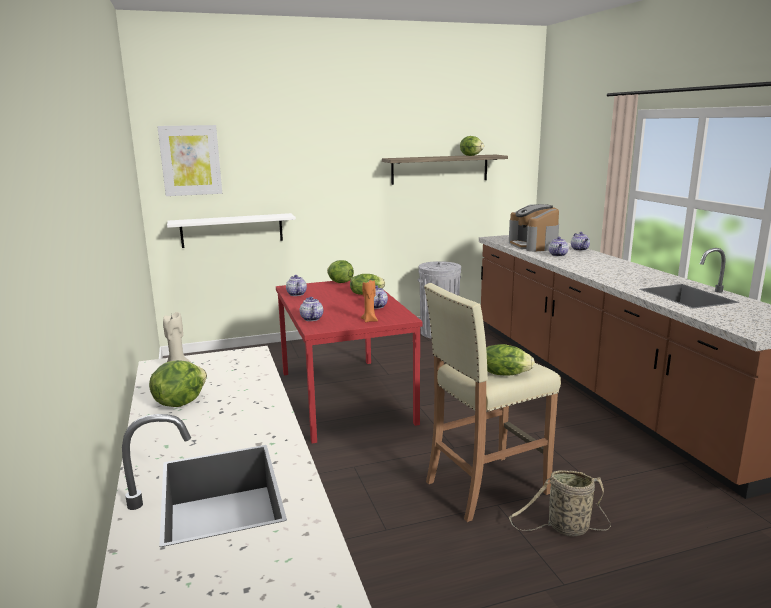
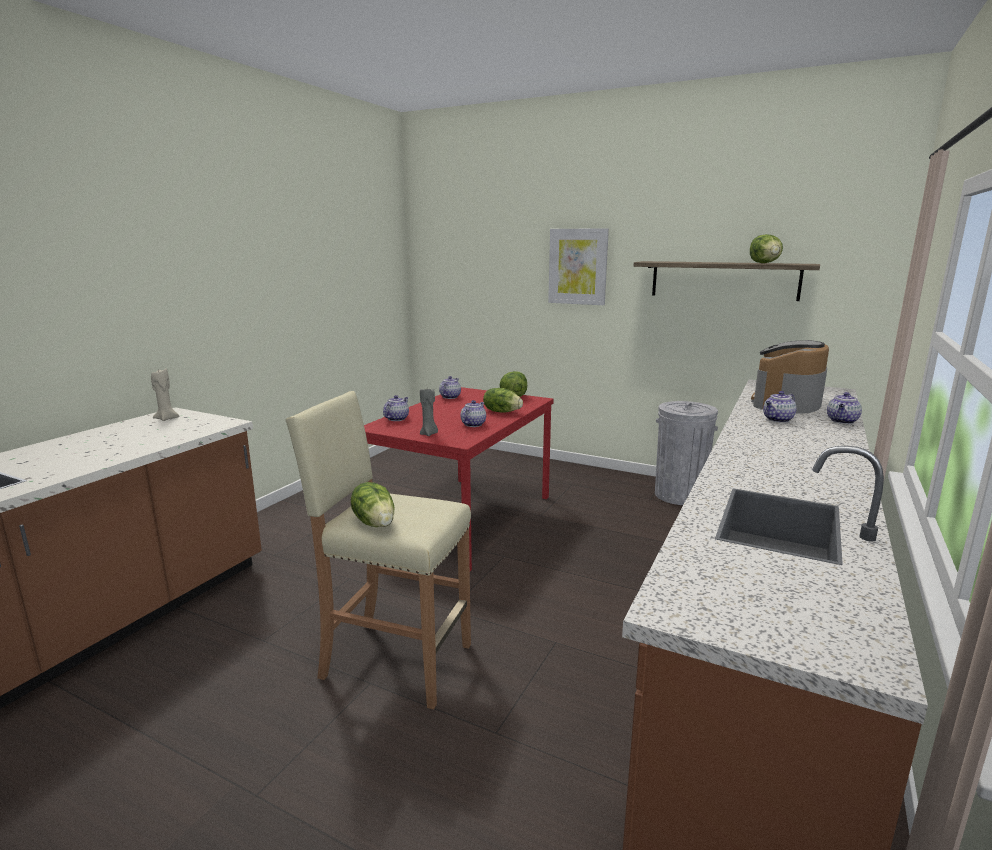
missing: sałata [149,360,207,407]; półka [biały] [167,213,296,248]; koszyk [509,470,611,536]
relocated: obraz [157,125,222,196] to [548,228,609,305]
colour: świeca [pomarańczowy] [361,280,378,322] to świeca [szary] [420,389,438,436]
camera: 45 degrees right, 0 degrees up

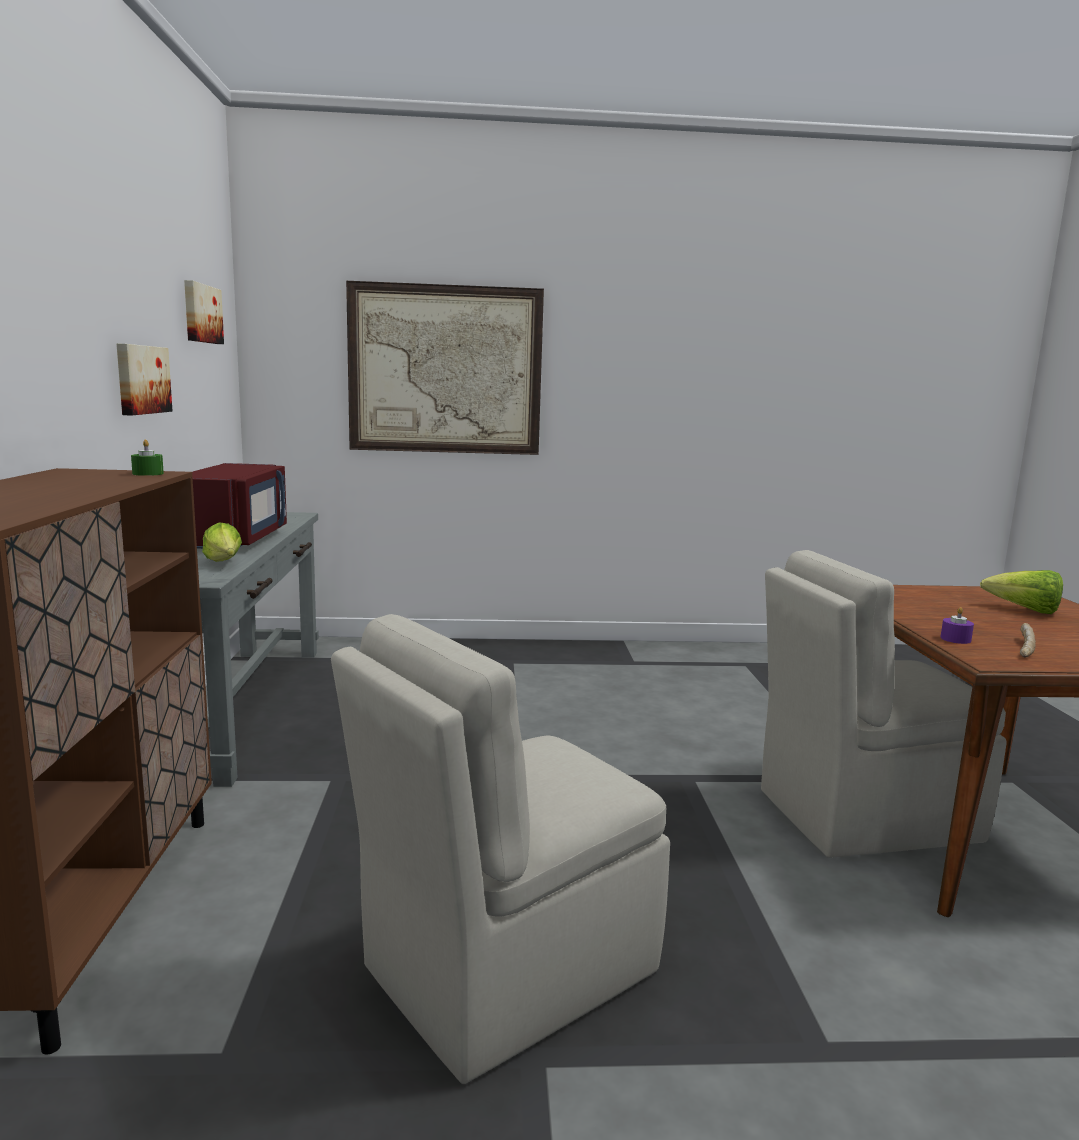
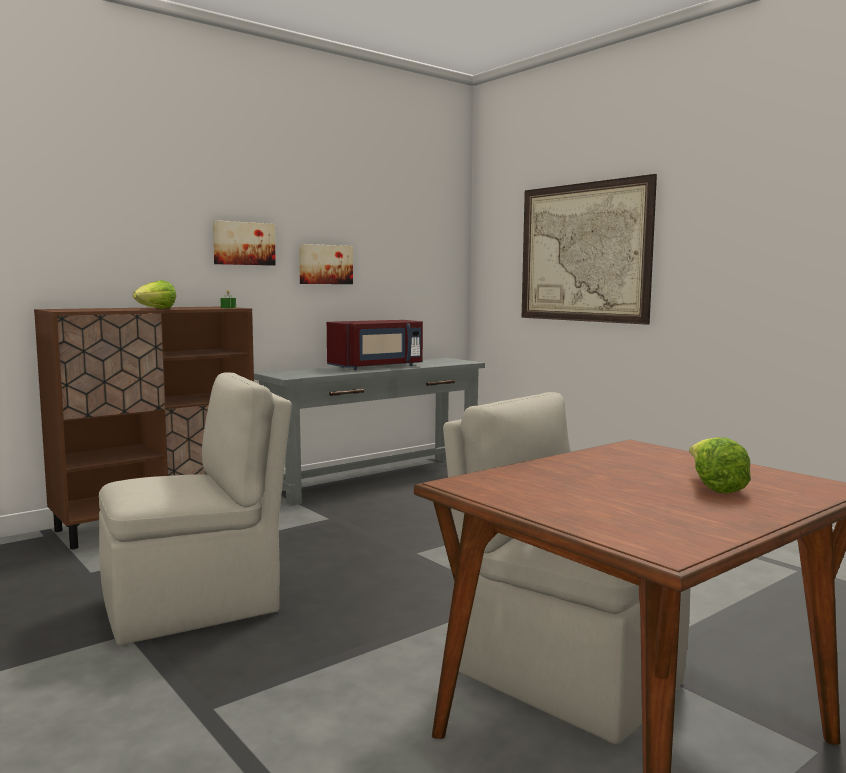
missing: świeca [fioletowy] [941,607,974,644]; chleb [1020,623,1036,658]
relocated: obraz [184,280,224,344] to [213,220,276,266]; sałata [202,522,242,562] to [133,280,176,309]
spun: krzesło [beżowy] [331,614,670,1084] = [99,372,292,646] 135 degrees clockwise
camera: 55 degrees right, 5 degrees down

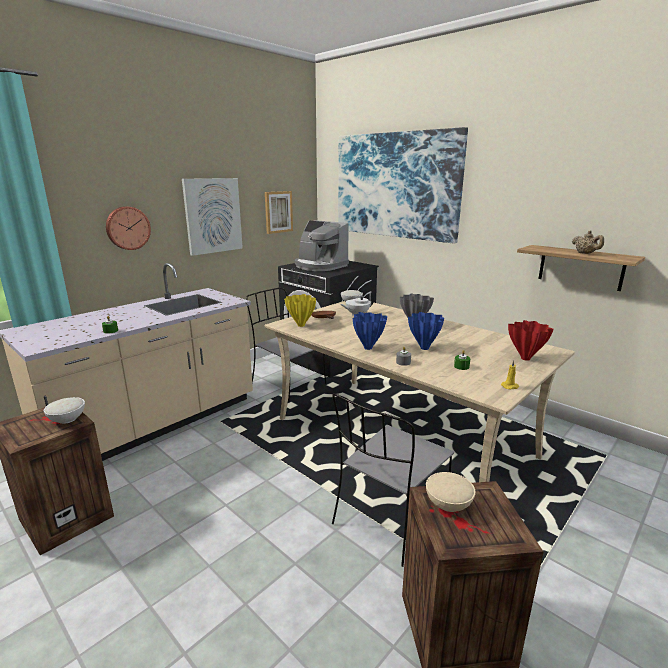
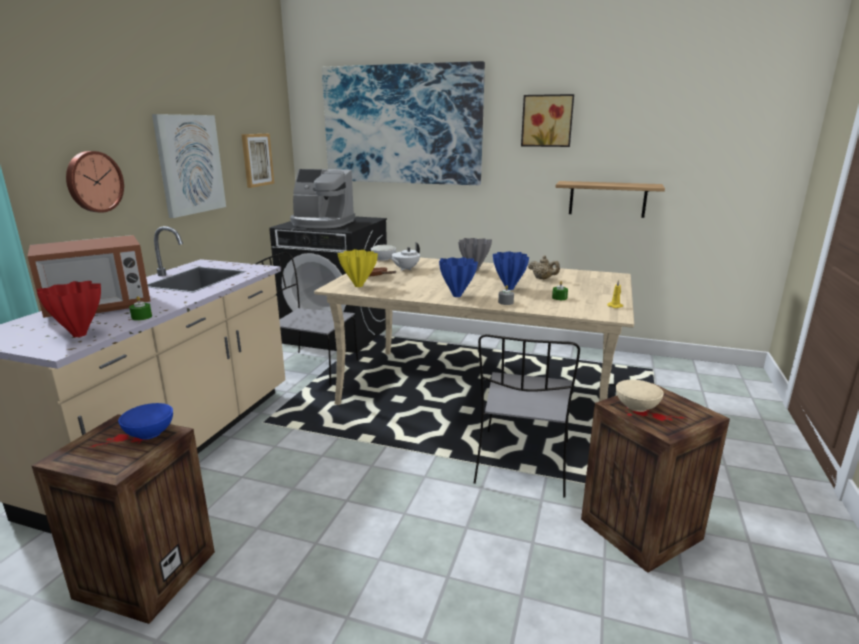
appeared: mikrofalówka [27,235,150,318]; obraz [521,94,574,147]
relocated: wazon [czerwony] [508,320,553,361] to [37,281,101,337]; imbryk [beżowy] [572,230,604,254] to [528,256,560,279]
colour: miska [biały] [44,397,85,424] to miska [niebieski] [118,403,173,439]
camera: 25 degrees left, 0 degrees up

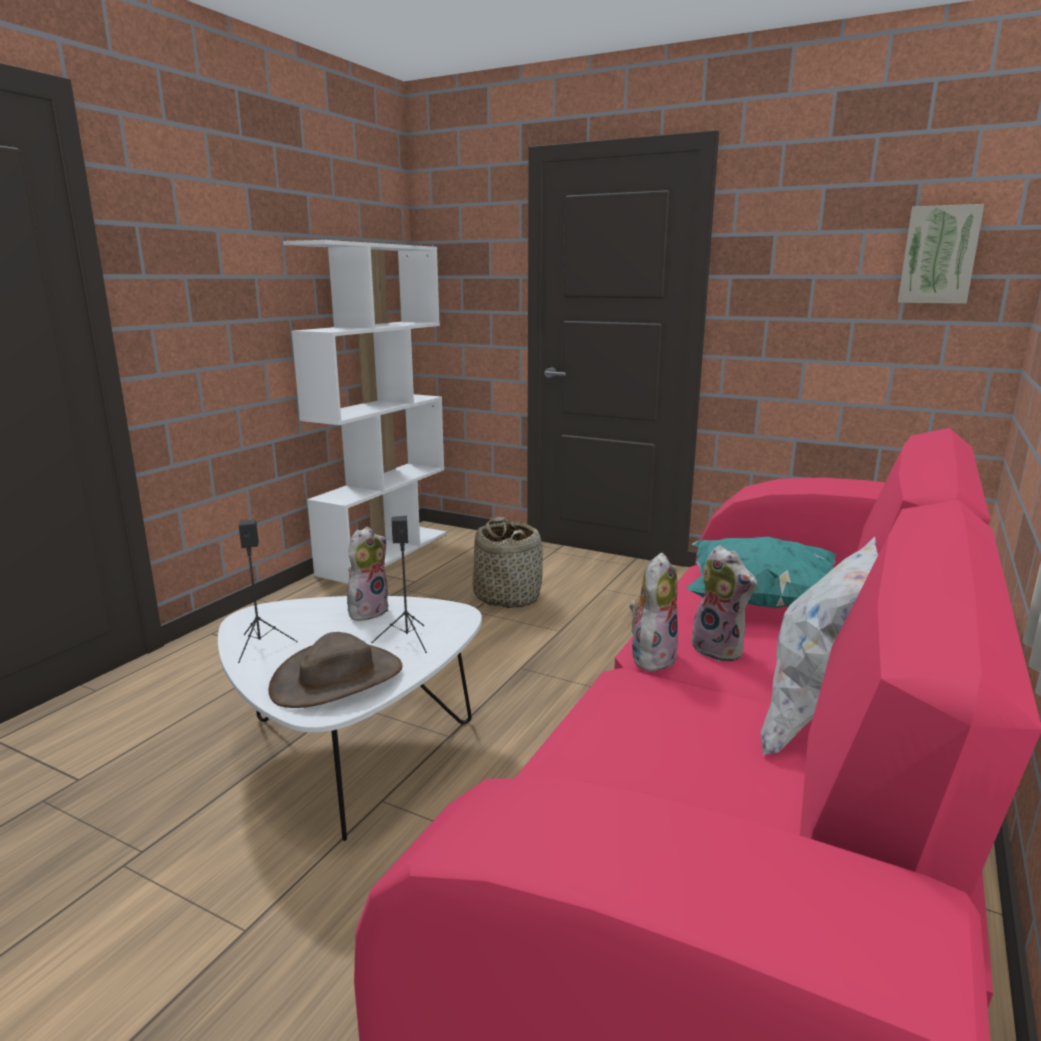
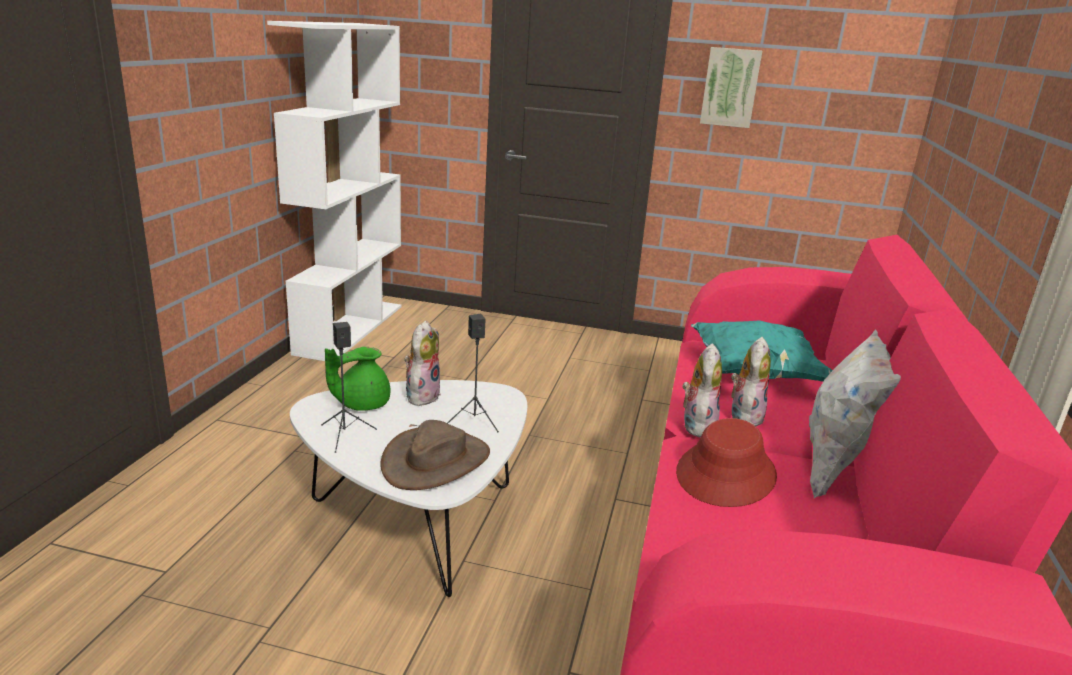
missing: koszyk [472,516,543,608]
appeared: imbryk [zielony] [325,347,390,411]; kapelusz [czerwony] [676,418,777,507]
relocated: obraz [898,204,984,304] to [700,47,762,128]
spun: pluszak [691,545,757,662] = [731,337,771,426] 105 degrees counterclockwise
camera: 15 degrees left, 5 degrees up

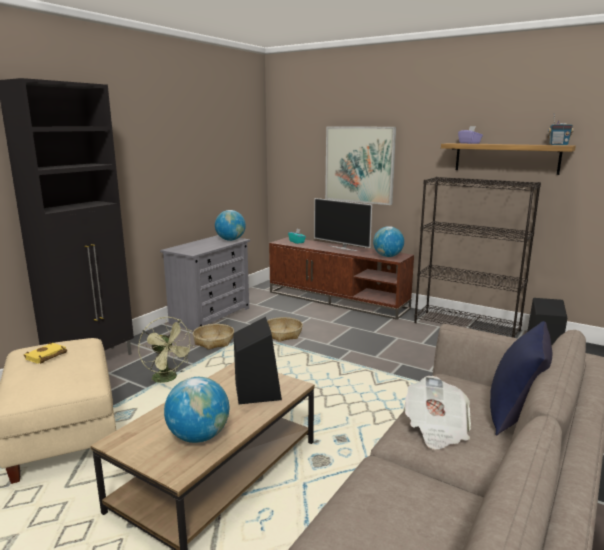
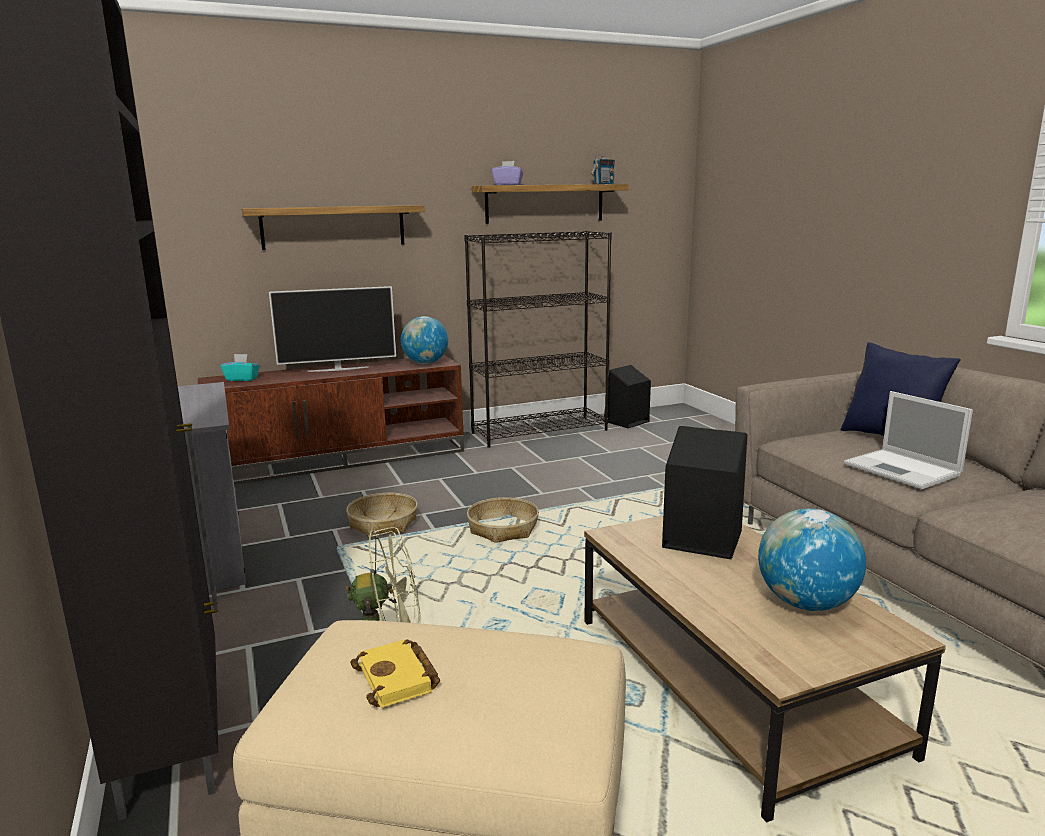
missing: globus [215,210,246,241]
relocated: koszyk [193,324,234,350] to [467,497,539,543]
exchanged: obraz [325,127,396,205] to półka [241,205,425,250]; gazeta [403,376,471,450] to laptop [844,391,973,489]
camera: 55 degrees left, 0 degrees up

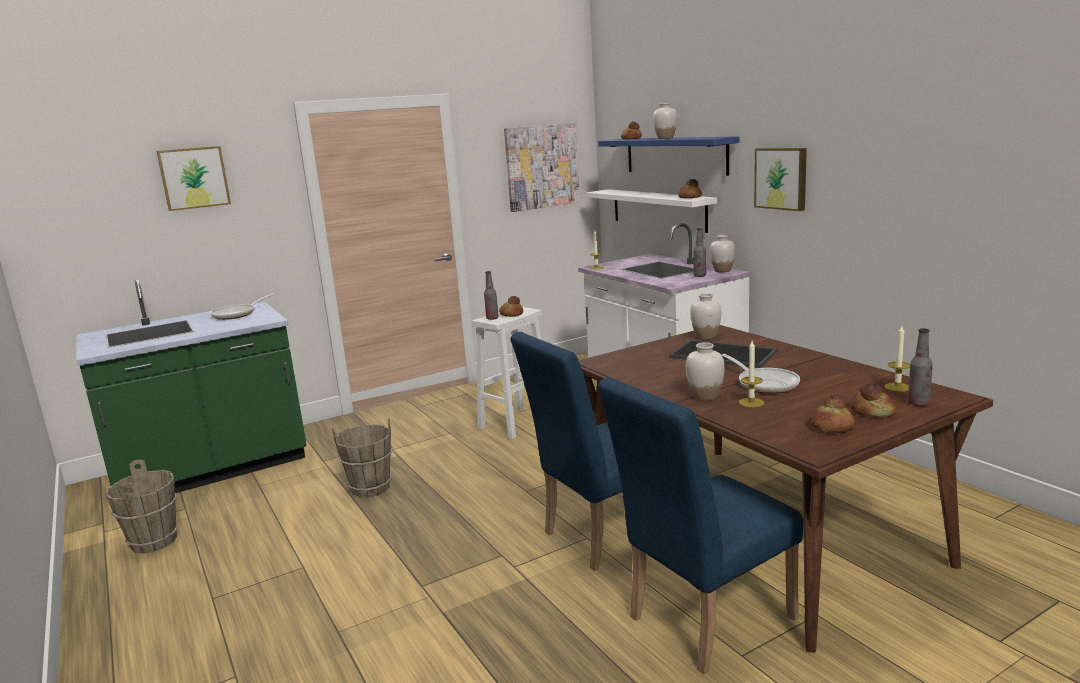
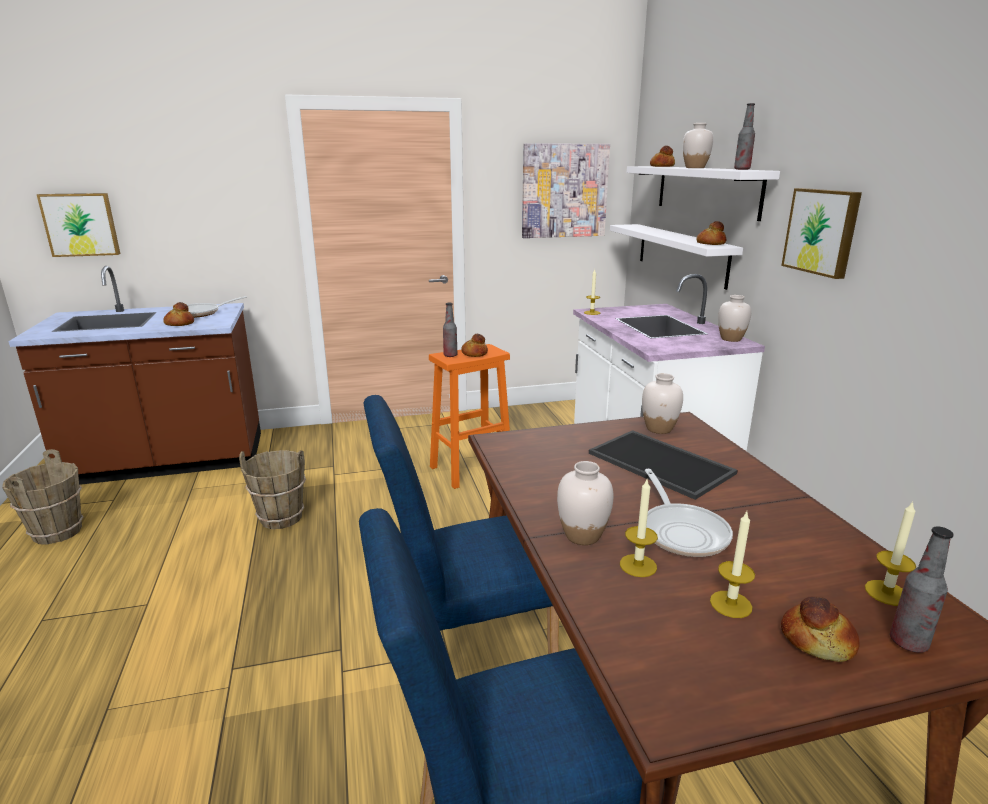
appeared: świeca [710,512,755,618]
relocated: obraz [156,146,231,211] to [37,193,120,257]; butelka [693,228,706,277] to [734,103,755,170]; chleb [809,394,855,433] to [163,302,194,326]
colour: zabudowa kuchenna [zielony] [76,279,307,493] to zabudowa kuchenna [brązowy] [8,266,261,485]; stołek [biały] [472,307,542,439] to stołek [pomarańczowy] [429,344,510,489]; półka [niebieski] [598,136,739,176] to półka [biały] [627,166,780,221]
camera: 15 degrees right, 5 degrees up

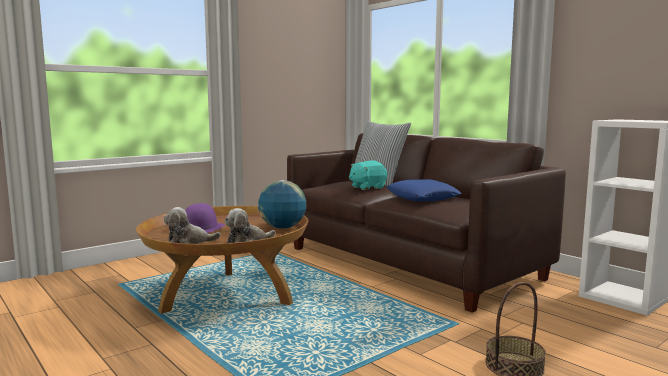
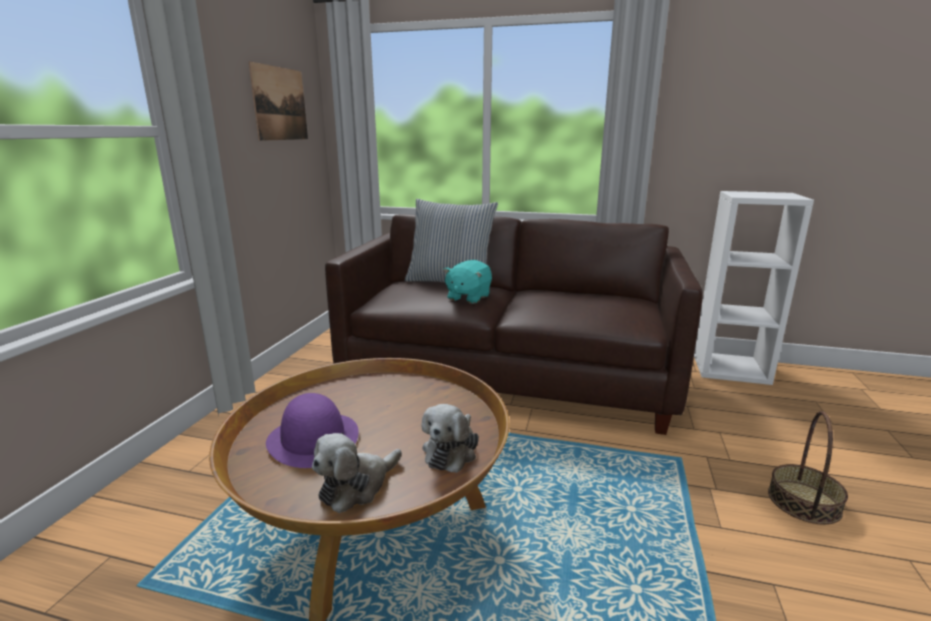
missing: globus [258,180,306,228]; poduszka [niebieski] [387,179,462,201]
appeared: obraz [249,61,308,141]
camera: 35 degrees left, 10 degrees up

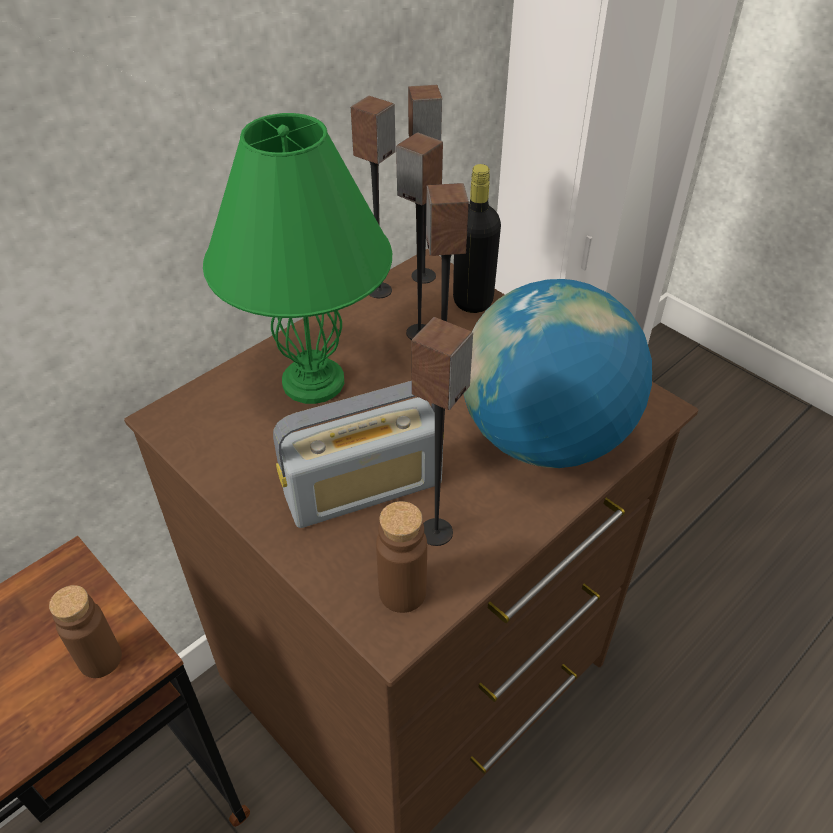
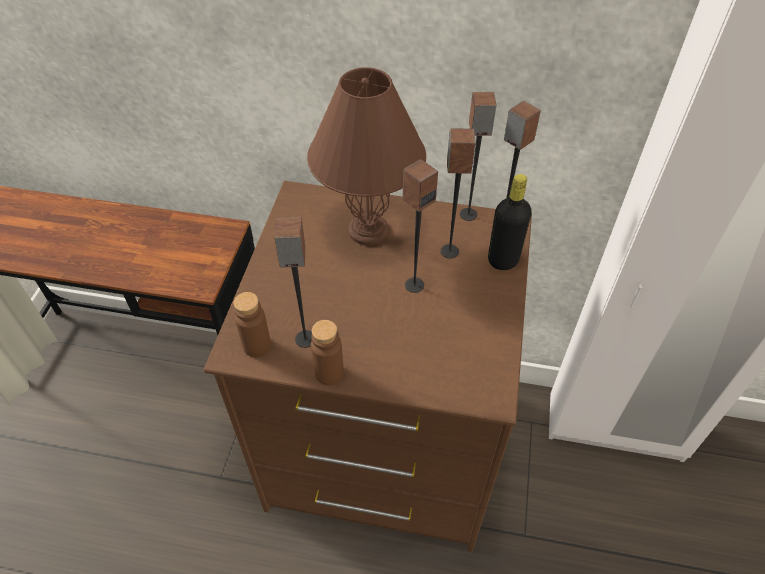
missing: radio [273,381,444,528]; globus [464,279,652,468]
relocated: butelka [brązowy] [49,585,122,678] to [311,320,344,385]
colour: lampa stołowa [zielony] [203,113,392,404] to lampa stołowa [brązowy] [307,67,426,246]
camera: 55 degrees right, 5 degrees up

